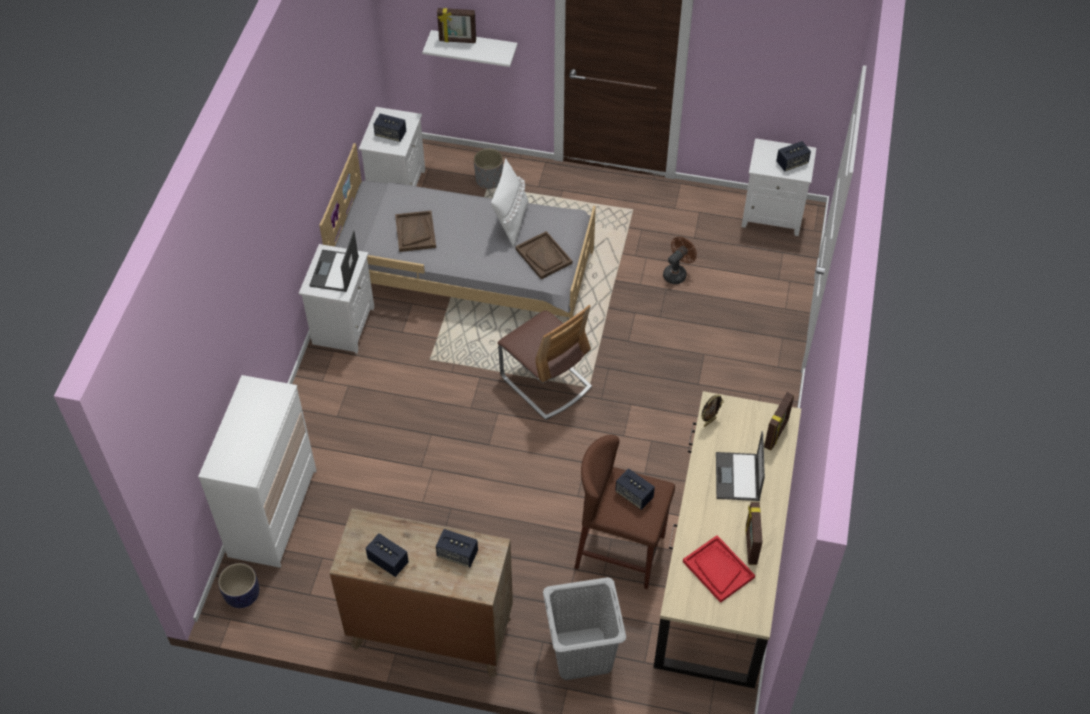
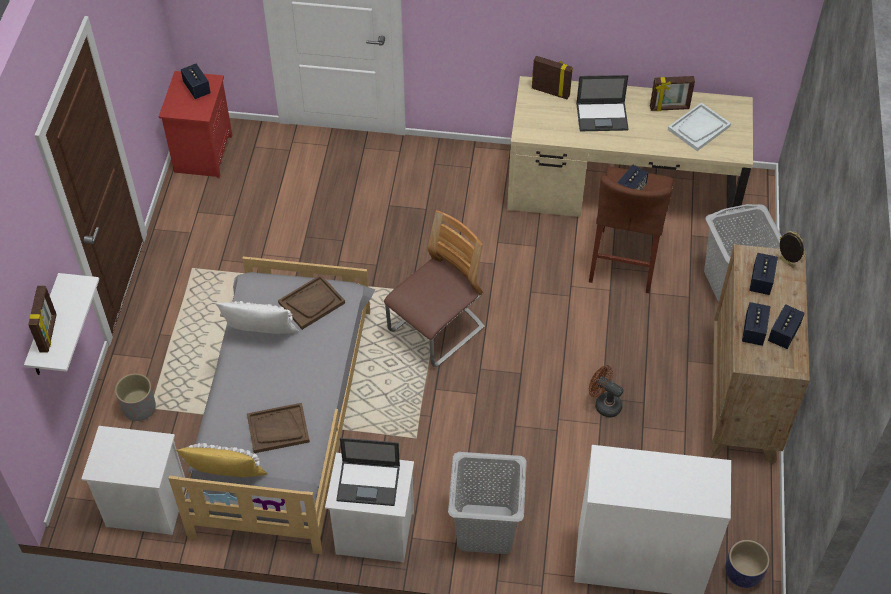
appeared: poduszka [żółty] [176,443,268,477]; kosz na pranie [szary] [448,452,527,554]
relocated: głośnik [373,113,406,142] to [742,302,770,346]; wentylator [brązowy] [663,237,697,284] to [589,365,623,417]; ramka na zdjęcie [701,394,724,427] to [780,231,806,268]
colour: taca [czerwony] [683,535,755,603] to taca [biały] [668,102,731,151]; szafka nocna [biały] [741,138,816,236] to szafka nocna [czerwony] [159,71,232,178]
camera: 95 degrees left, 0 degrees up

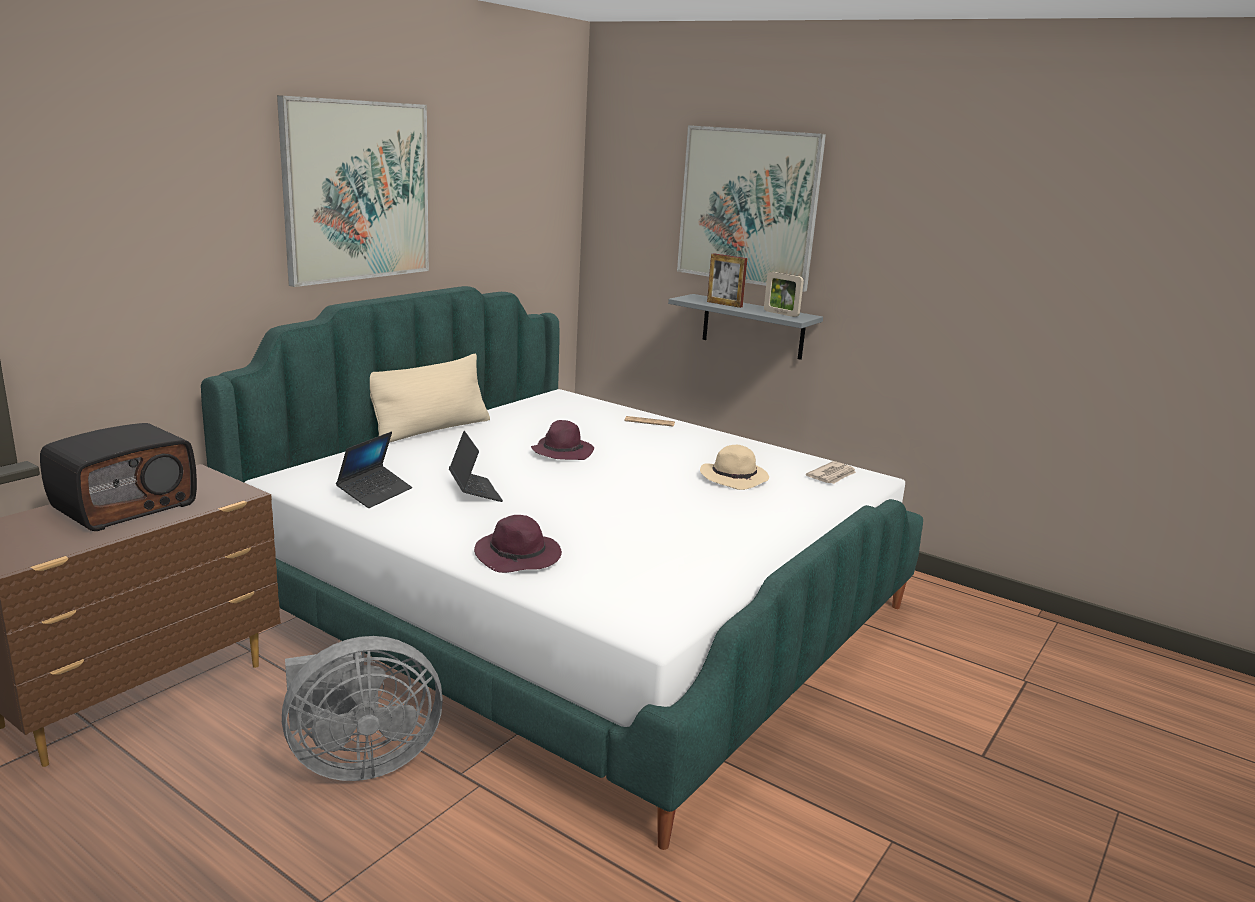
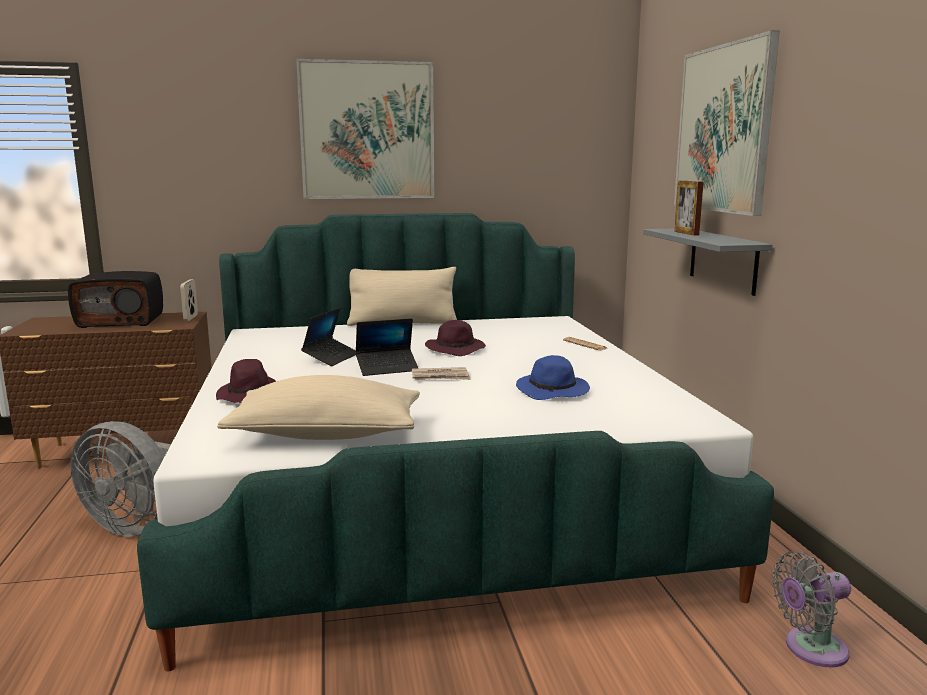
appeared: poduszka [beżowy] [217,375,420,440]; wentylator [szary] [772,551,851,668]
relocated: laptop [336,432,412,508] to [355,318,418,376]; ramka na zdjęcie [764,272,804,317] to [180,279,198,322]; gazeta [806,461,856,484] to [412,367,471,380]
colour: kapelusz [beżowy] [700,445,769,490] to kapelusz [niebieski] [516,355,590,400]
camera: 45 degrees right, 5 degrees down

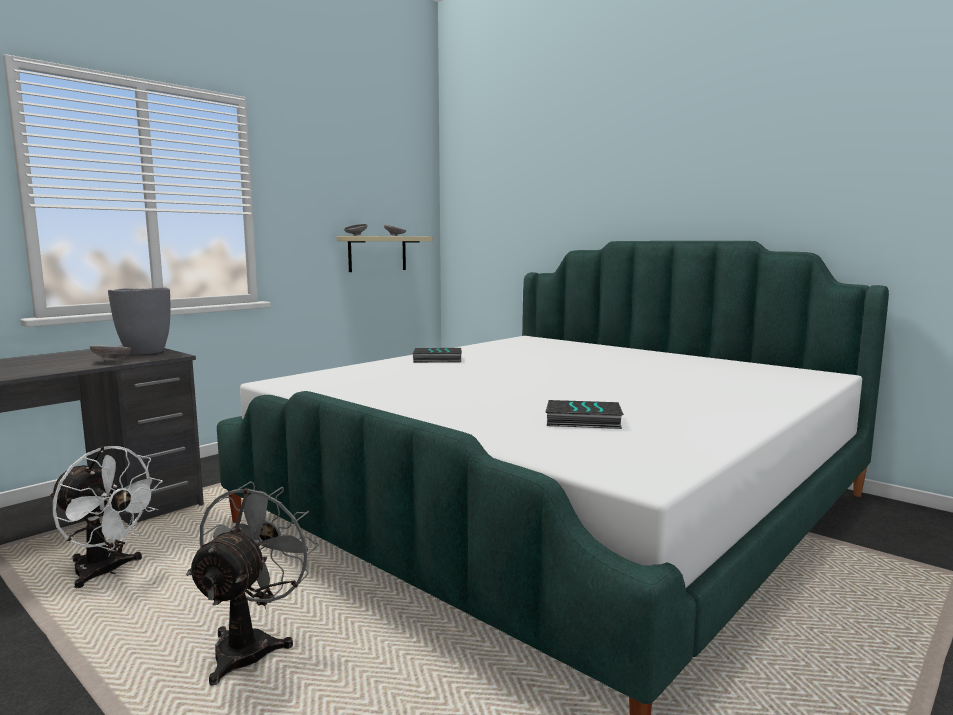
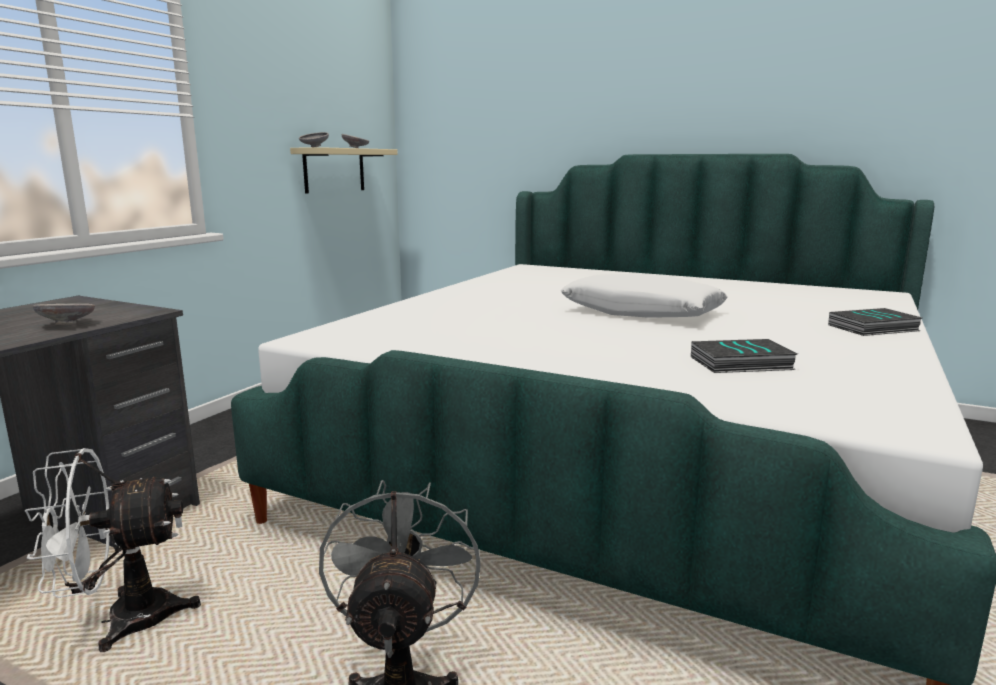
missing: wazon [szary] [108,287,170,354]
appeared: poduszka [biały] [561,274,728,318]
relocated: książka [412,348,462,363] to [828,308,922,336]
spun: wentylator [biały] [50,446,163,588] = [25,448,201,652] 150 degrees clockwise
camera: 15 degrees left, 5 degrees up

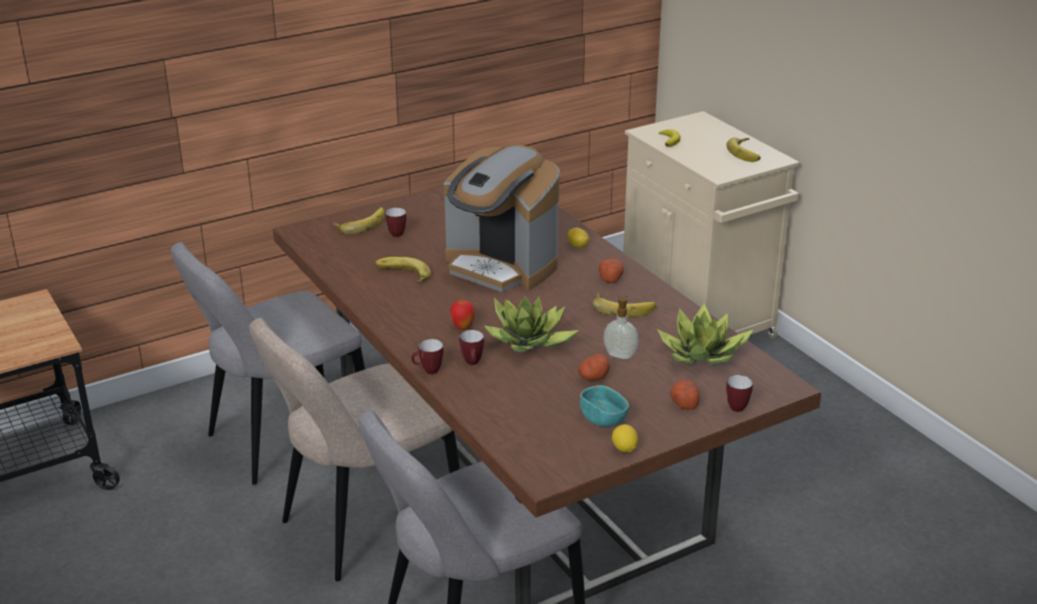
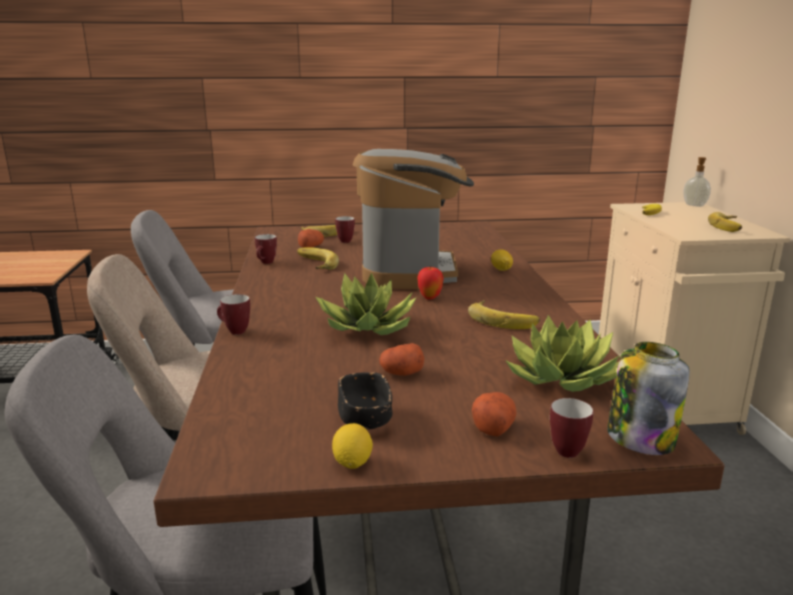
appeared: słoik [607,342,690,455]
relocated: jabłko [450,300,475,330] to [417,266,444,300]; kubek [460,330,484,365] to [255,234,277,264]; ziemniak [599,258,624,283] to [298,229,324,248]; dozownik mydła [603,296,639,359] to [683,157,711,207]
colour: miska [turkusowy] [580,385,629,427] to miska [czarny] [338,372,392,429]
spun: ekspres do kawy [443,144,560,292] = [353,149,474,289] 150 degrees counterclockwise
camera: 25 degrees right, 10 degrees down

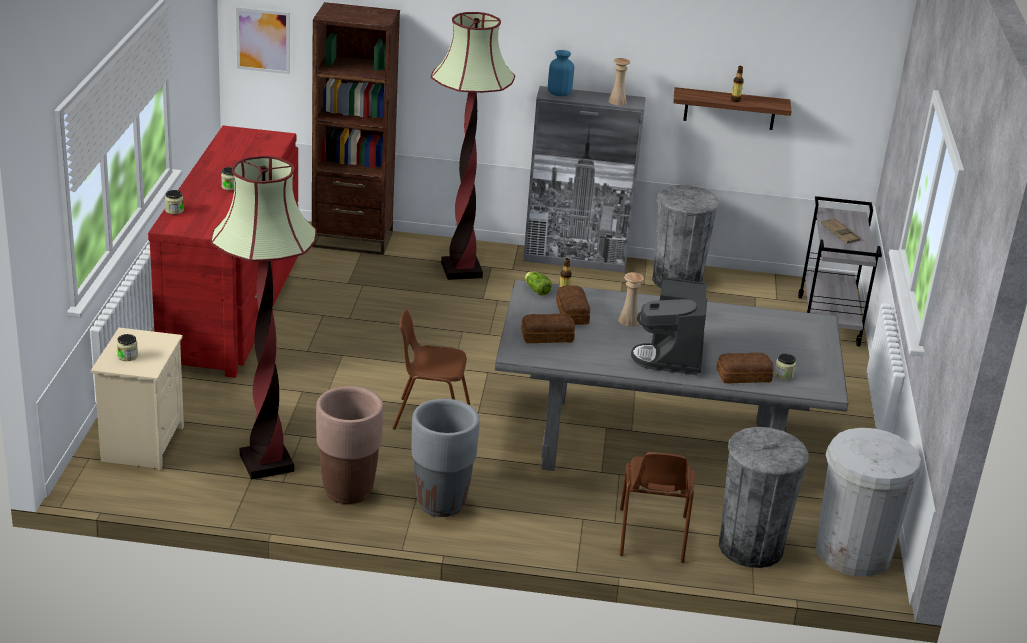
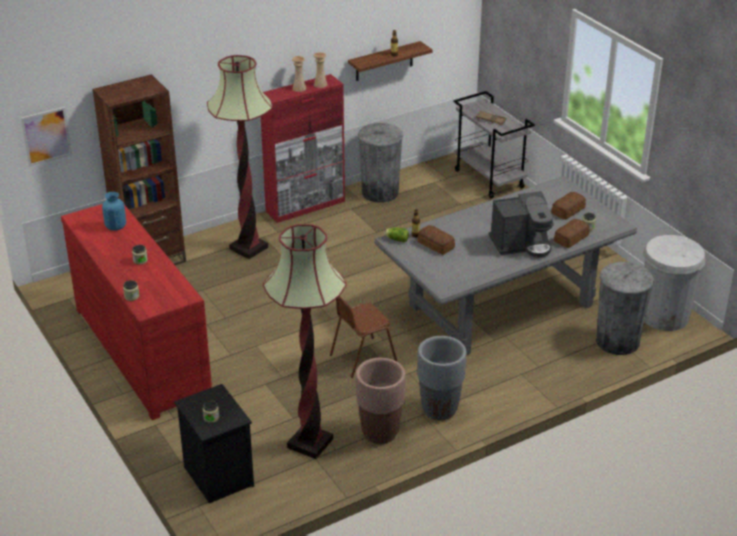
missing: krzesło [brązowy] [620,452,695,563]
relocated: chleb [521,314,575,343] to [551,192,586,220]; wazon [niebieski] [548,50,574,96] to [102,192,126,231]; wazon [beżowy] [618,272,644,327] to [292,56,306,92]
colour: szafka nocna [beżowy] [91,328,184,470] to szafka nocna [czarny] [174,384,254,503]; szafka [szary] [523,86,646,273] to szafka [czerwony] [261,74,345,223]
spun: ekspres do kawy [631,277,707,375] = [489,191,554,258] 75 degrees counterclockwise
camera: 35 degrees left, 5 degrees up

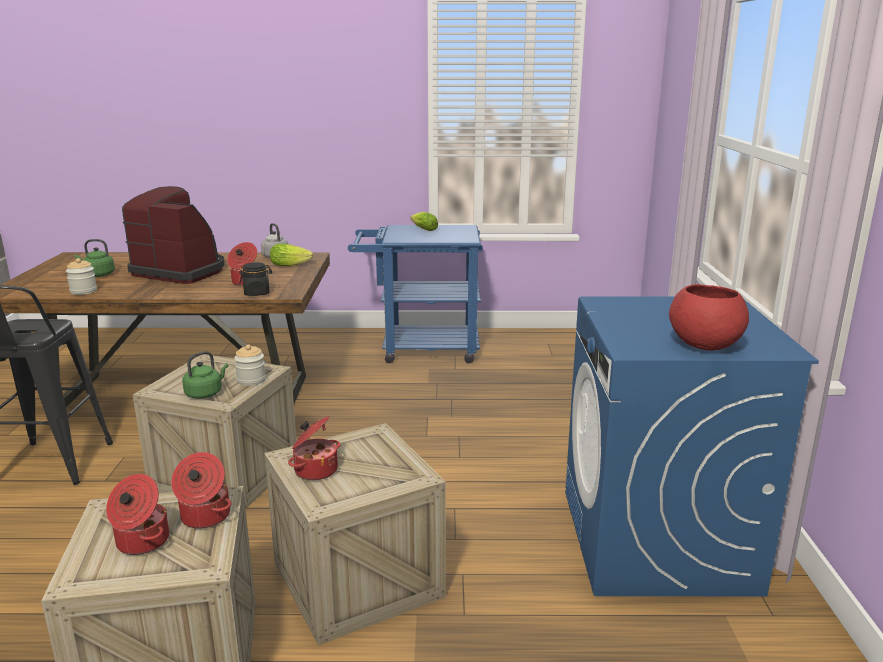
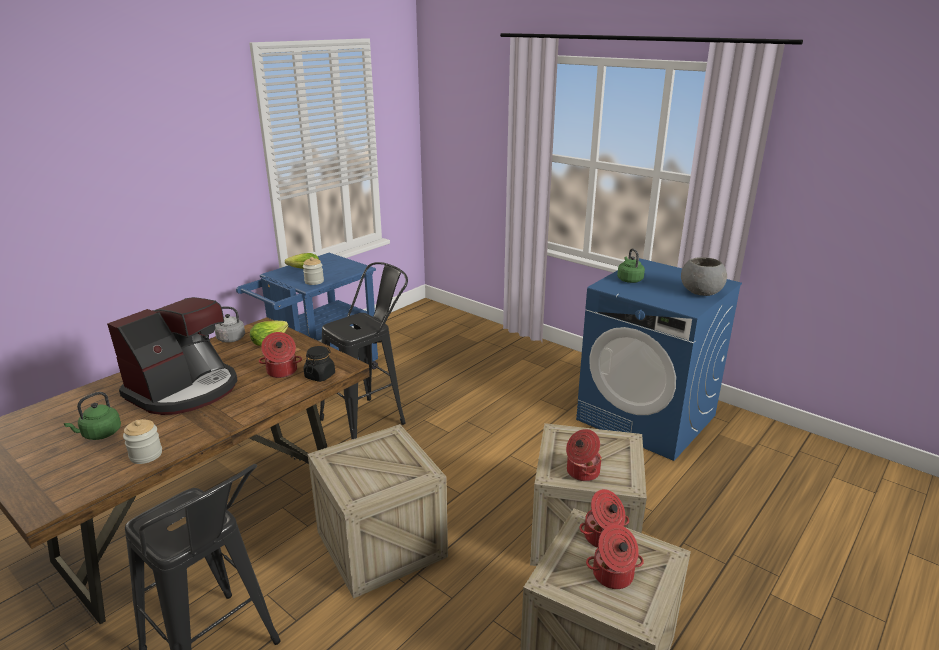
appeared: stołek [czarny] [320,262,408,439]
relocated: czajnik [zielony] [182,351,228,399] to [617,248,645,283]; słoik [234,344,266,386] to [303,257,324,285]
colour: miska [czerwony] [669,284,749,351] to miska [szary] [681,257,727,296]
spun: ekspres do kawy [122,186,224,284] = [107,297,238,415] 150 degrees clockwise
camera: 50 degrees left, 5 degrees up

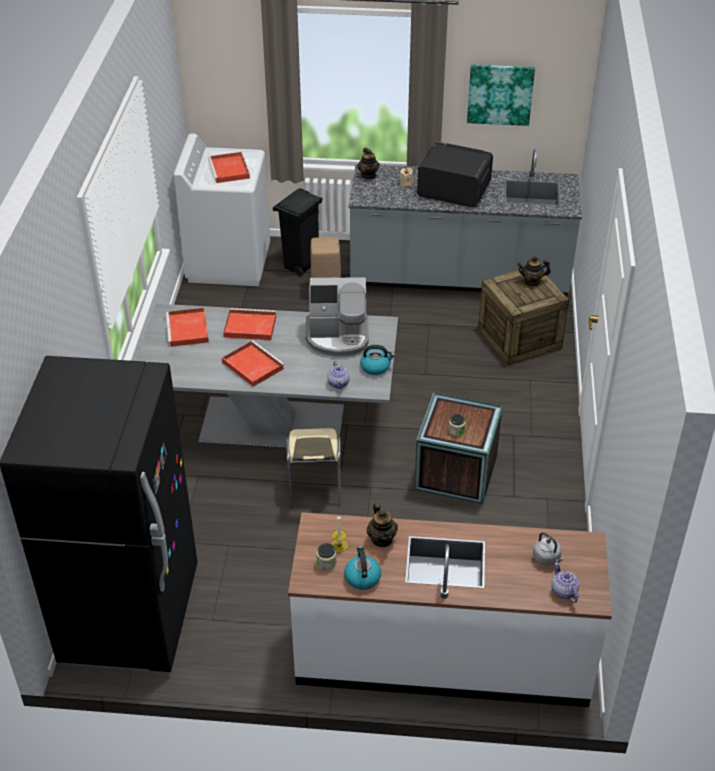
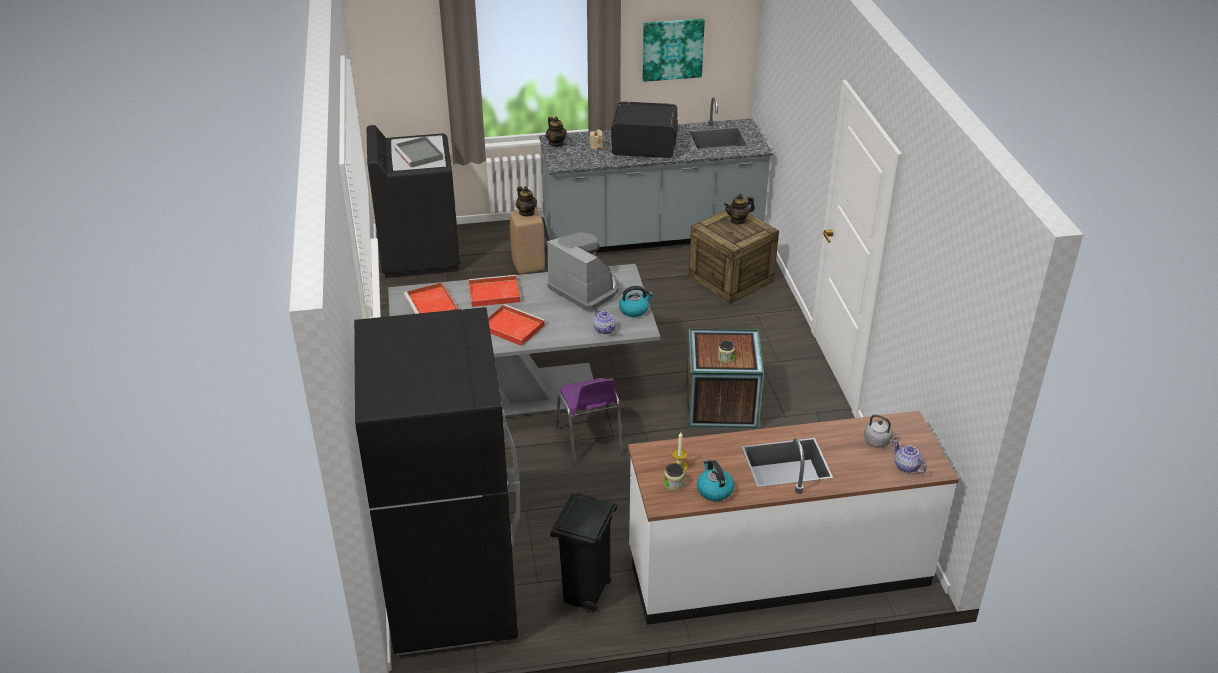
relocated: kosz na śmieci [czarny] [273,188,323,276] to [550,493,617,613]; imbryk [367,503,398,547] to [516,186,537,217]
colour: pralka [biały] [173,134,270,286] to pralka [czarny] [366,125,460,278]; taca [czerwony] [208,152,250,183] to taca [szary] [394,137,443,168]; krzesło [beżowy] [286,428,341,507] to krzesło [fioletowy] [556,378,623,464]
spun: ekspres do kawy [305,277,369,357] = [547,232,619,311] 120 degrees counterclockwise
camera: 15 degrees left, 5 degrees down

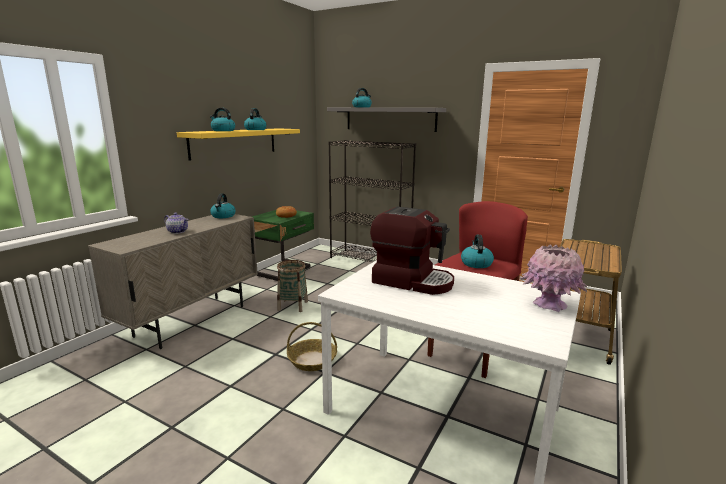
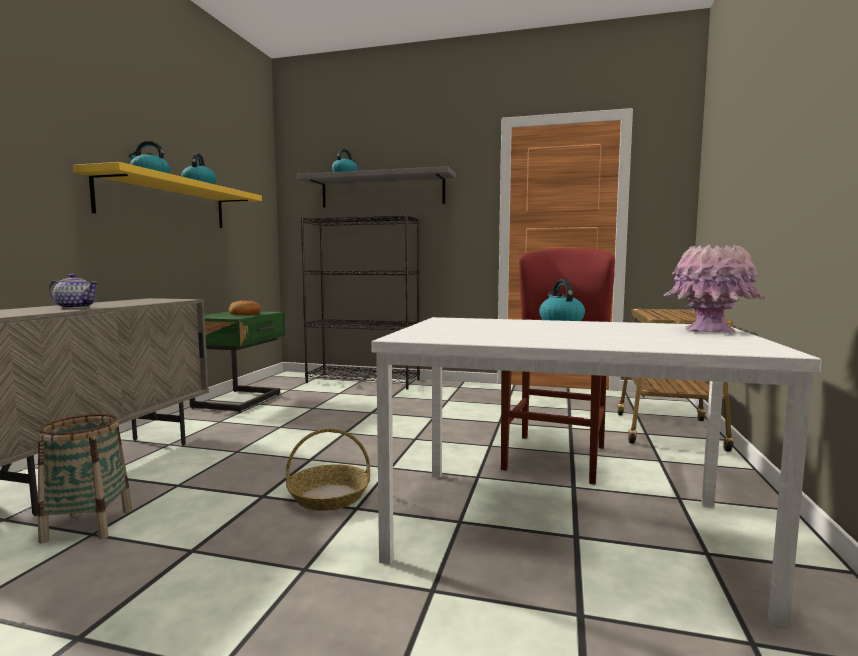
missing: czajnik [210,193,236,218]; ekspres do kawy [370,207,454,295]
relocated: koszyk [277,260,308,312] to [38,414,132,543]
camera: 15 degrees left, 10 degrees down

